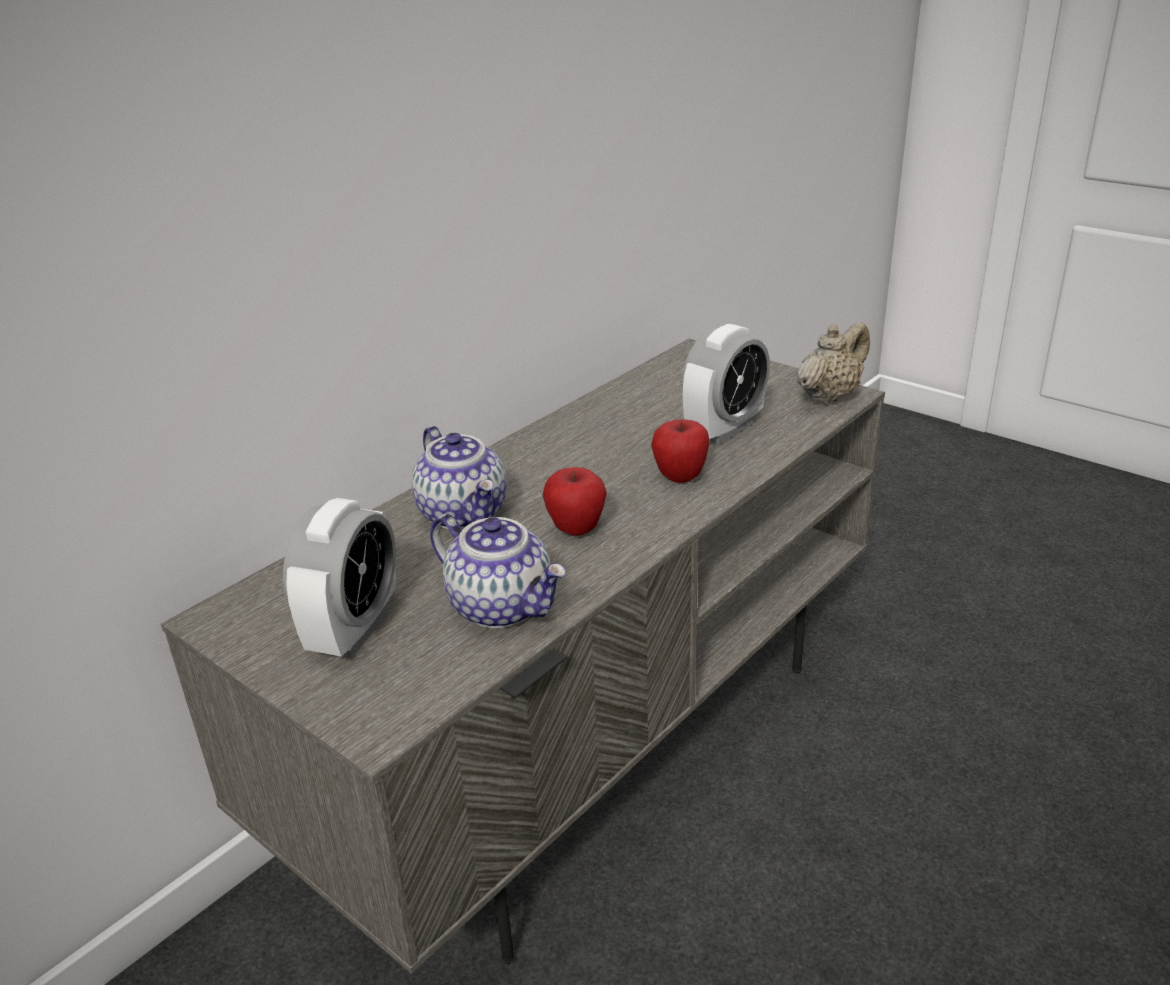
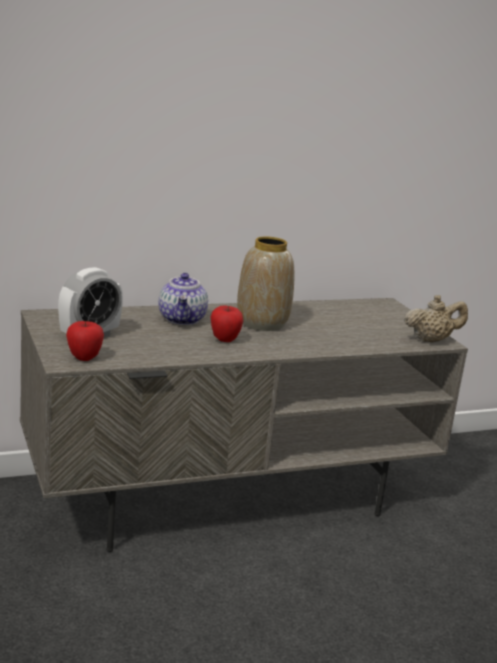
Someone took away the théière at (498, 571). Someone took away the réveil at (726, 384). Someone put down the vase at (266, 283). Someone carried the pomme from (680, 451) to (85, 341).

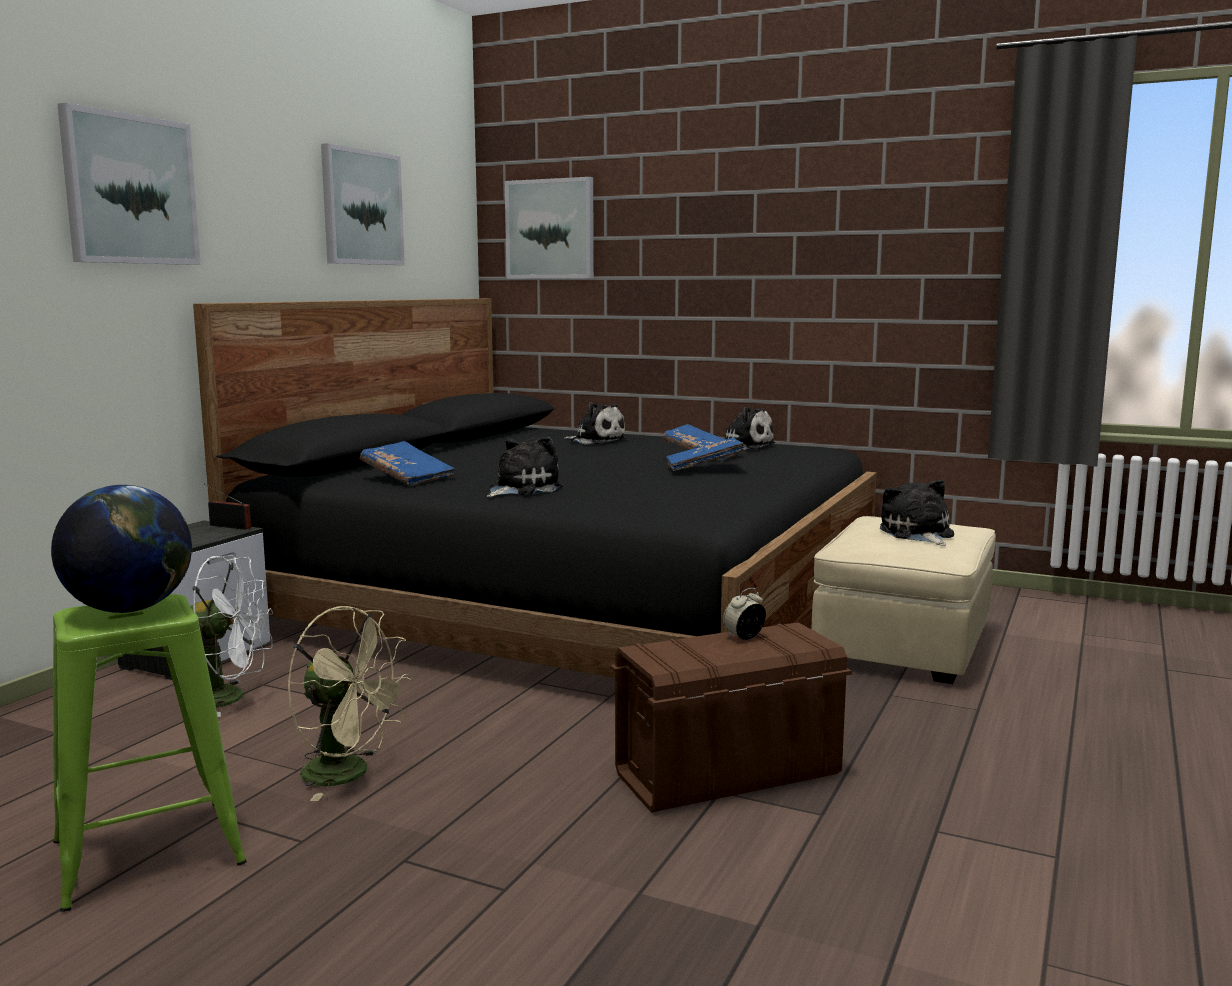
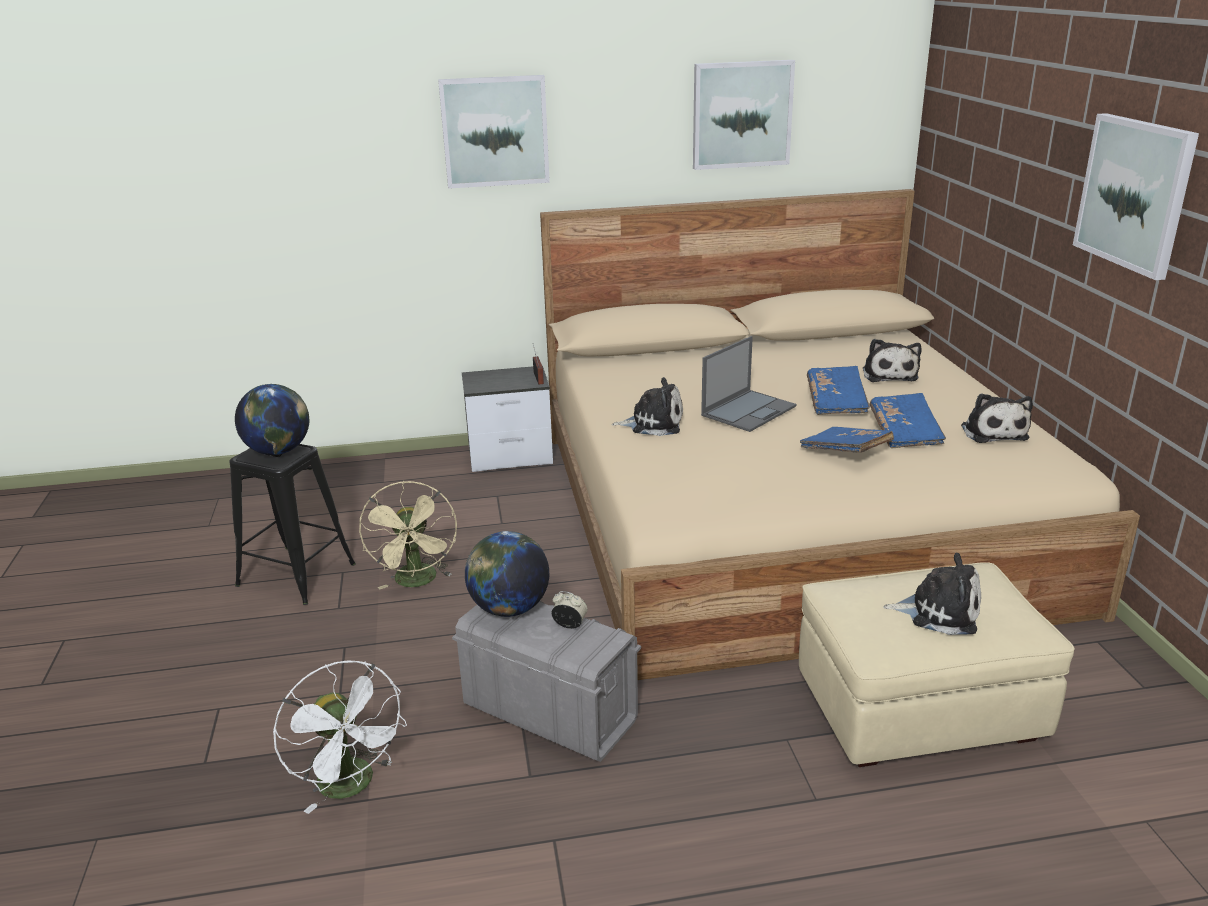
Someone put down the globe at (507, 574). Someone put down the ordinateur portable at (749, 384). Someone carried the ventilateur [blanc] from (231, 636) to (340, 737). Someone carried the livre [bleu] from (407, 463) to (838, 390). Someone carried the tableau from (549, 228) to (1136, 196). Someone repainted the tabouret [vert] at (150, 753), which became the tabouret [noir] at (293, 524). Someone repainted the lit [noir] at (535, 488), which became the lit [beige] at (840, 434). Someone repainted the boîte de rangement [marron] at (731, 717), which became the boîte de rangement [gris] at (546, 681). Someone rotated the peluche at (917, 512) by 60 degrees clockwise.

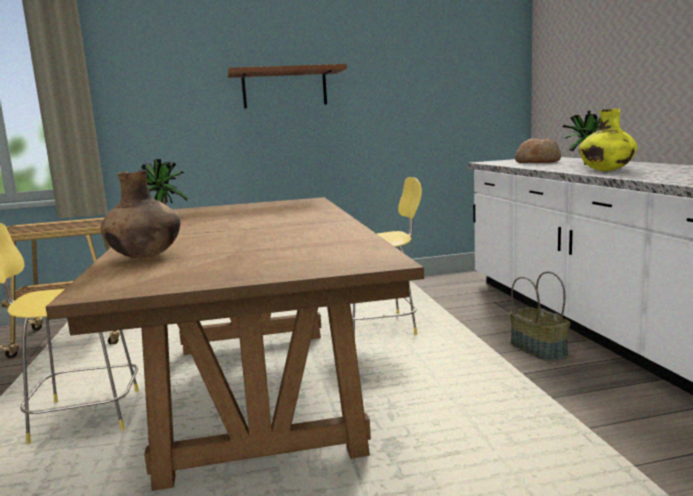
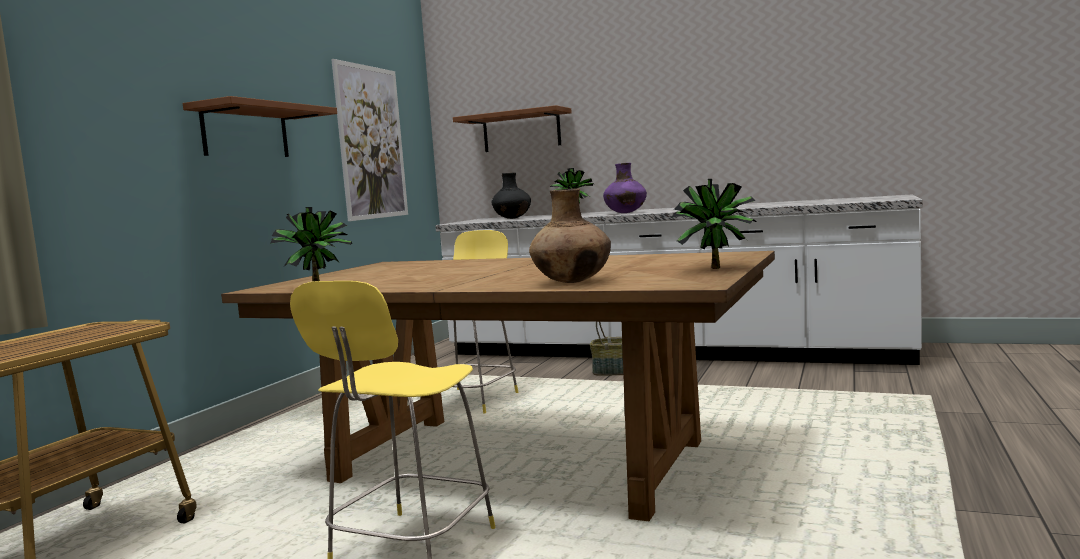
Someone put up the tableau at (369, 140). Someone put up the étagère [marron] at (512, 128). Someone put down the plante en pot at (713, 224). Someone swapped the pain at (538, 150) for the vase [noir] at (511, 196). Someone repainted the vase [jaune] at (608, 140), which became the vase [violet] at (625, 188).

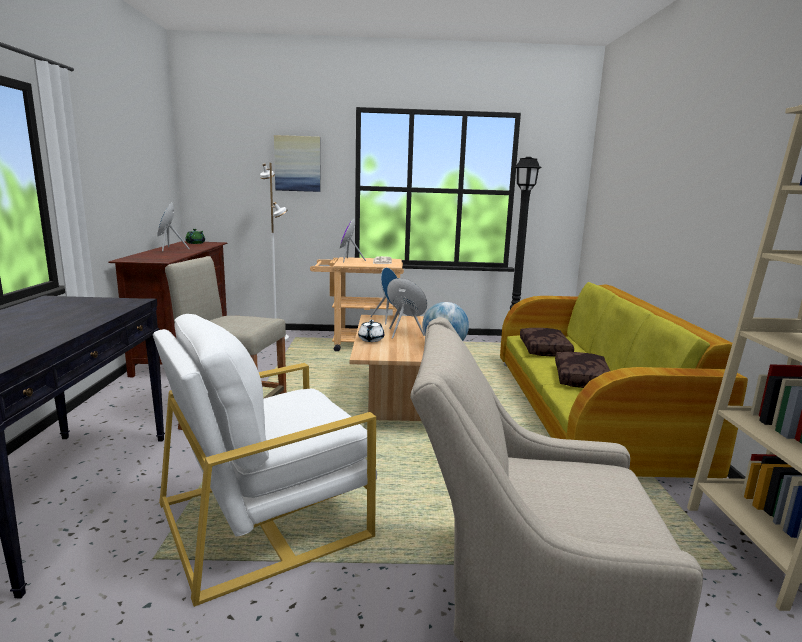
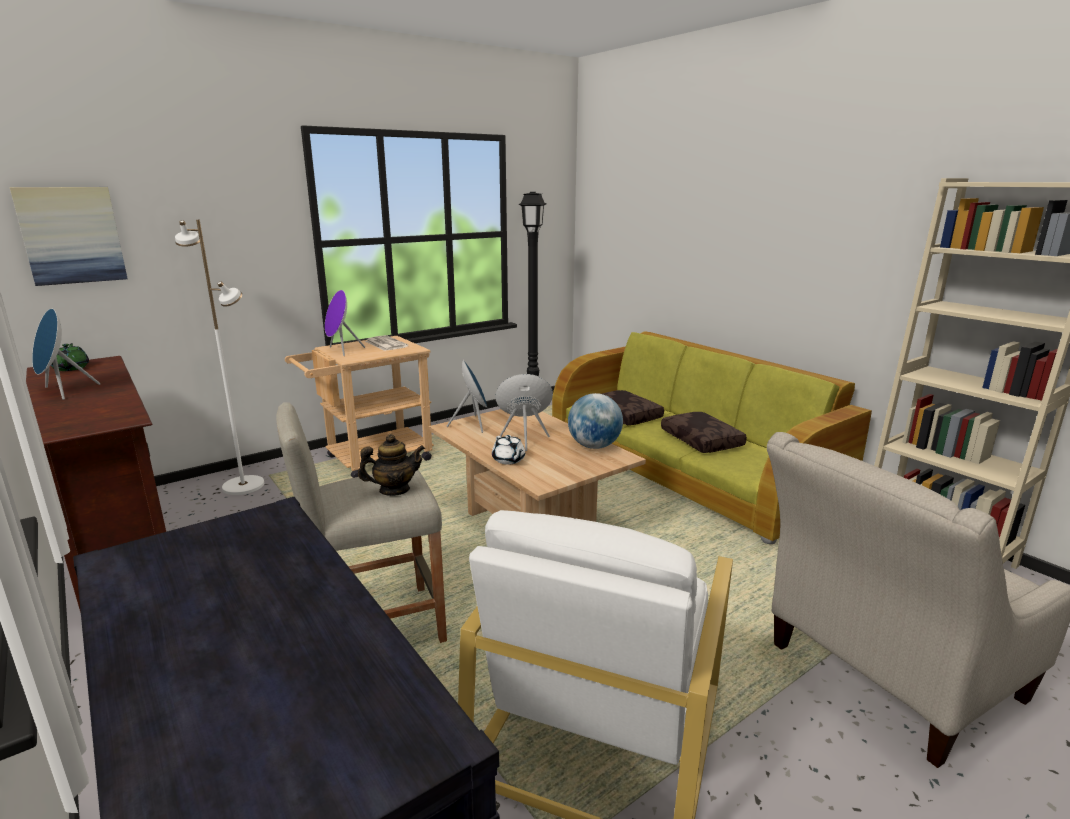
Someone put down the théière at (391, 465). Someone carried the tableau from (297, 163) to (69, 236).

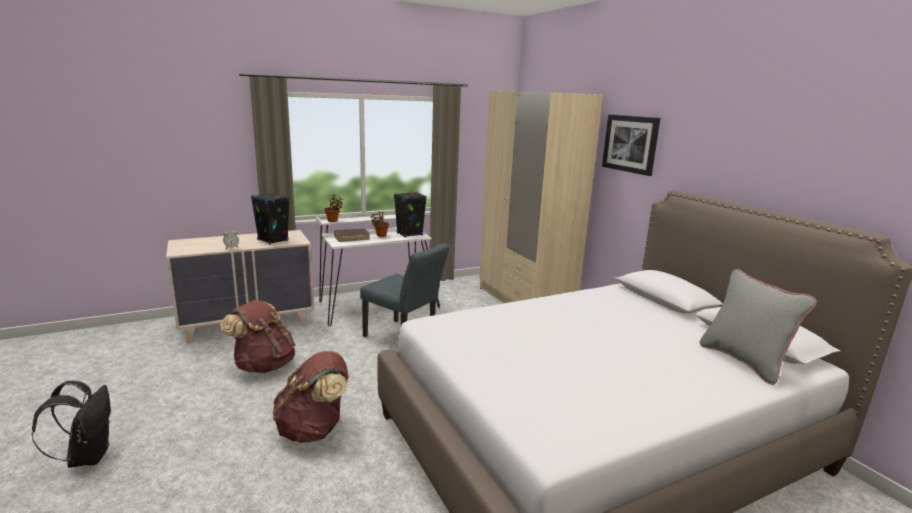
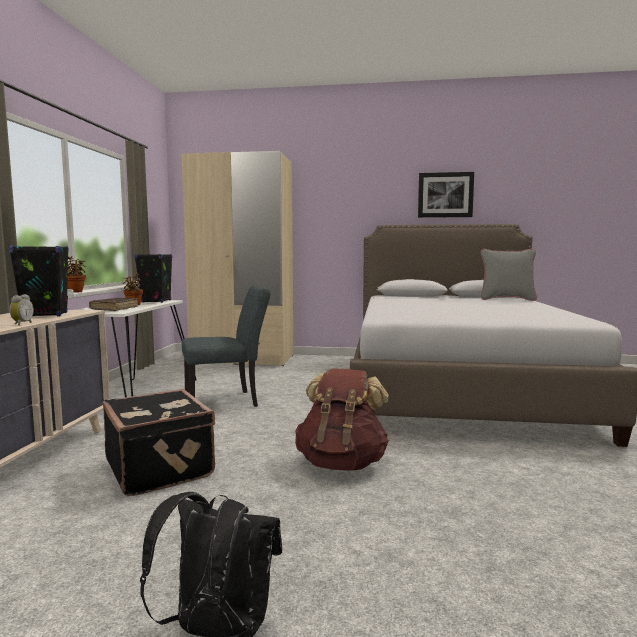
Someone carried the tableau from (631, 145) to (446, 195). Someone swapped the sac à dos [marron] at (257, 336) for the valise [noir] at (159, 442).

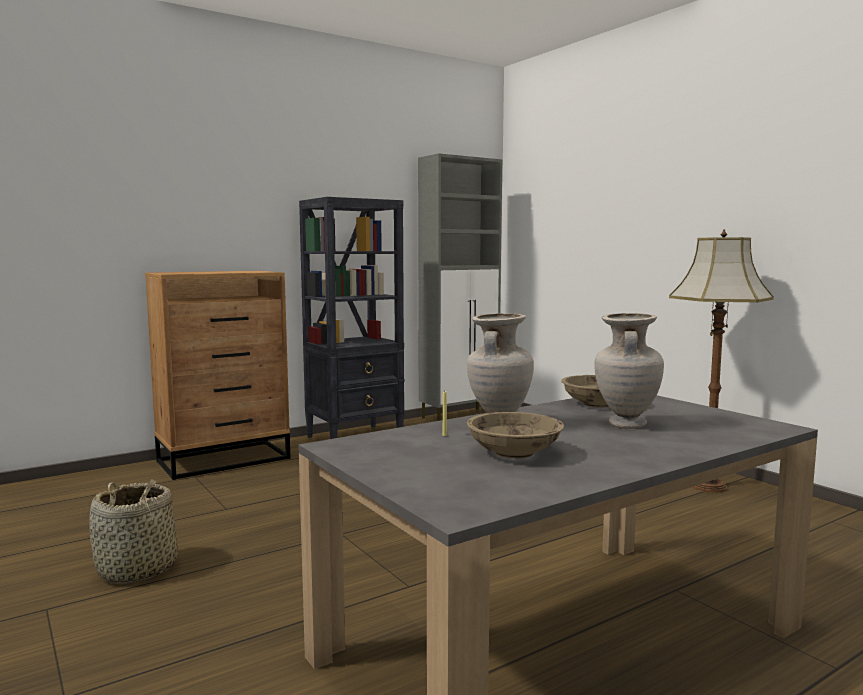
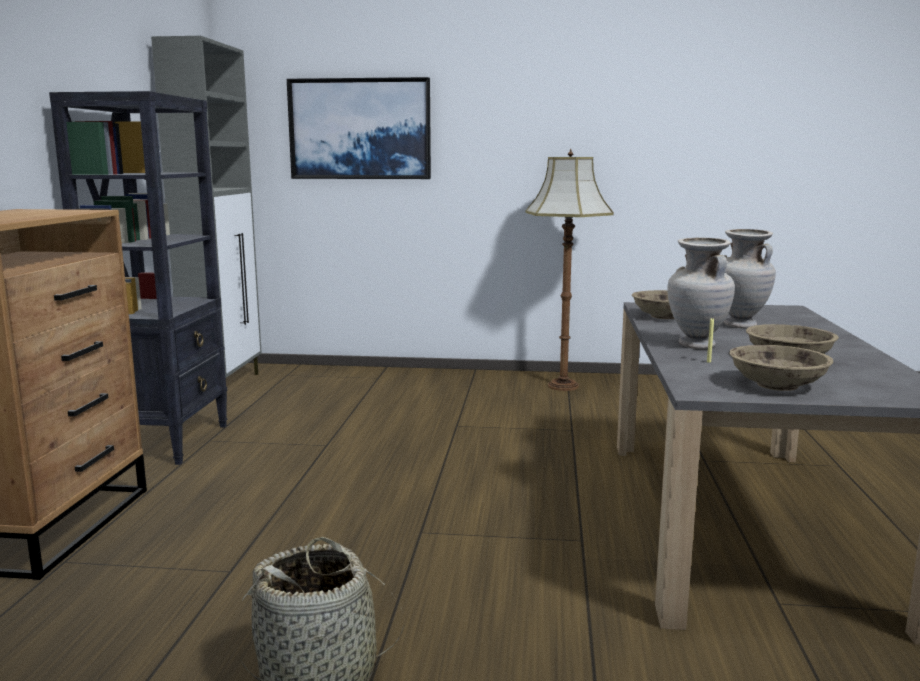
Someone put up the tableau at (359, 128). Someone put down the bol [beige] at (781, 368).

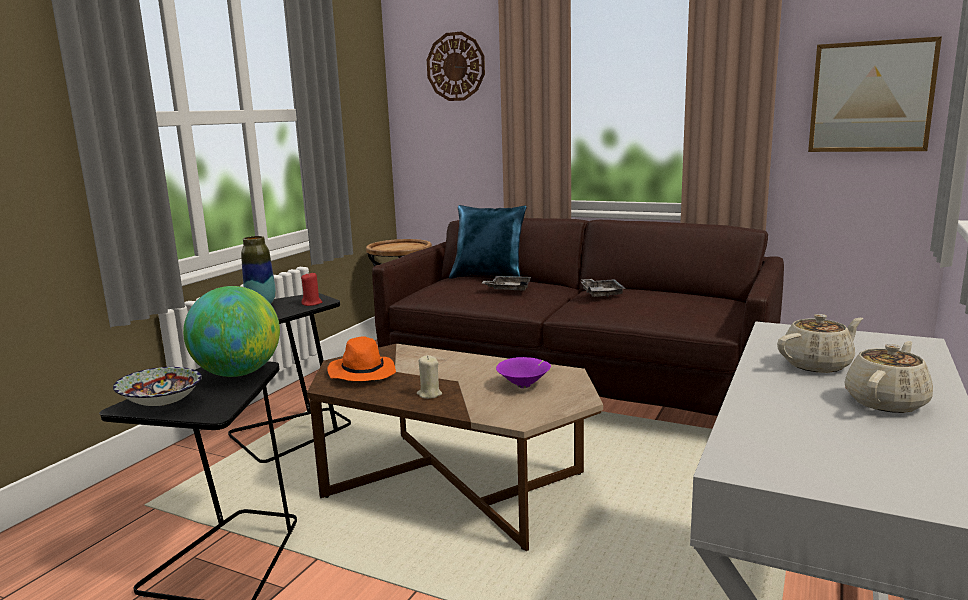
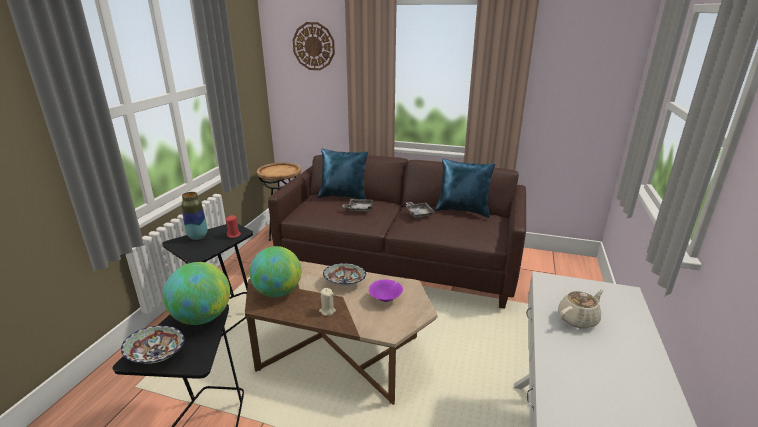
Someone took away the tableau at (875, 94). Someone took away the théière [beige] at (888, 377). Someone put down the bol at (344, 274). Someone put down the coussin [bleu] at (465, 188). Someone swapped the chapeau [orange] at (361, 358) for the globe at (275, 271).

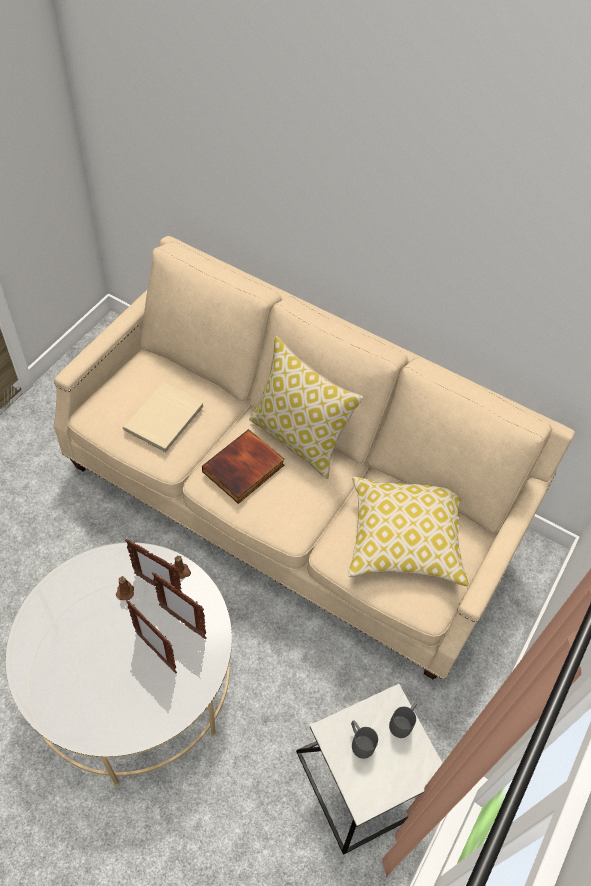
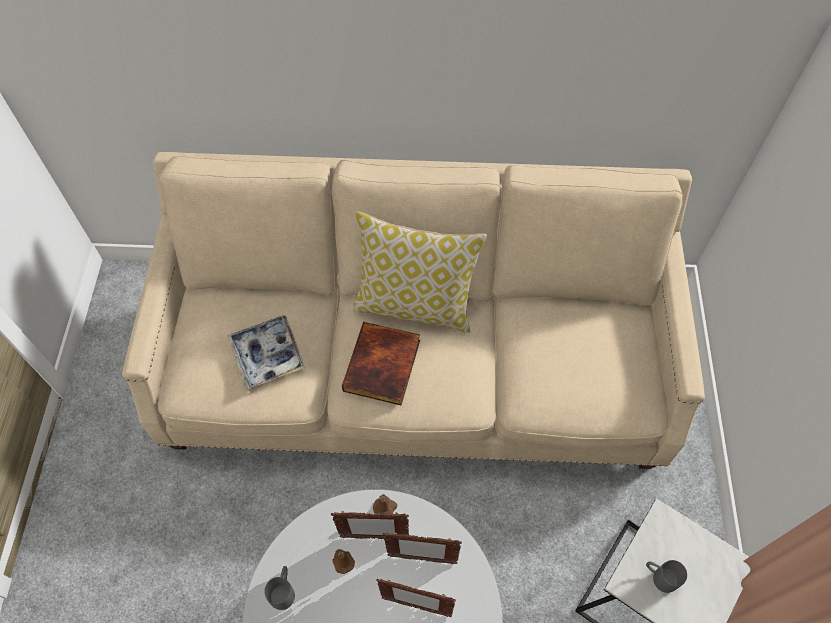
Someone took away the coussin at (408, 531). Someone carried the mug [gris] from (403, 720) to (279, 588). Someone swapped the livre [beige] at (163, 417) for the plateau at (267, 352).

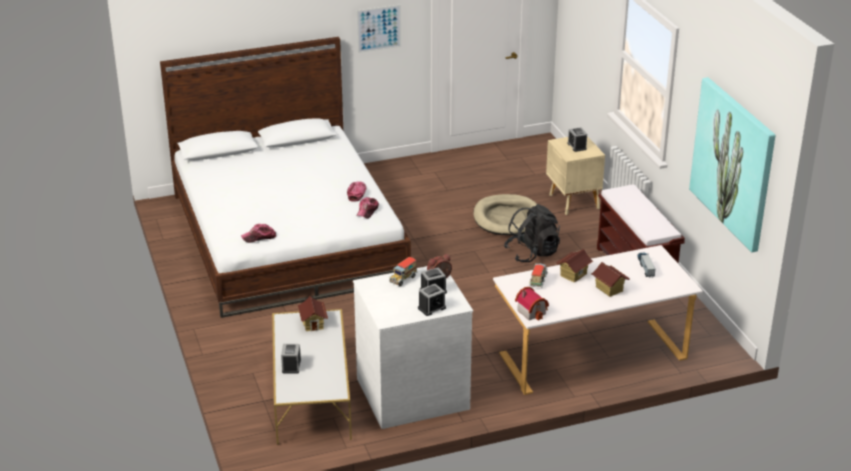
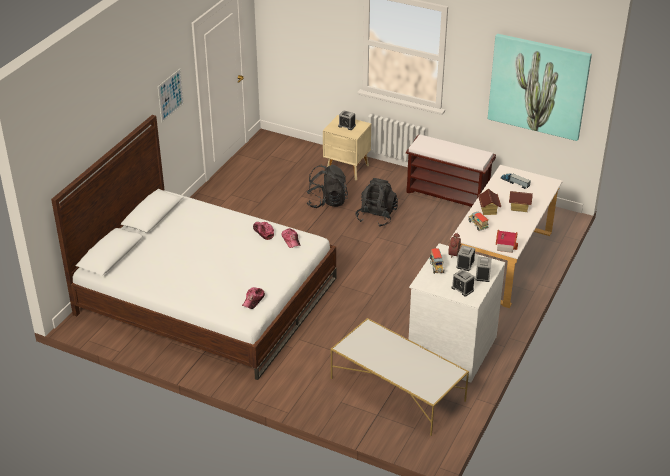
Someone took away the maison miniature at (313, 313). Someone carried the réveil from (291, 359) to (463, 282). Someone swapped the panier pour chien [beige] at (505, 214) for the sac à dos [noir] at (327, 186).

